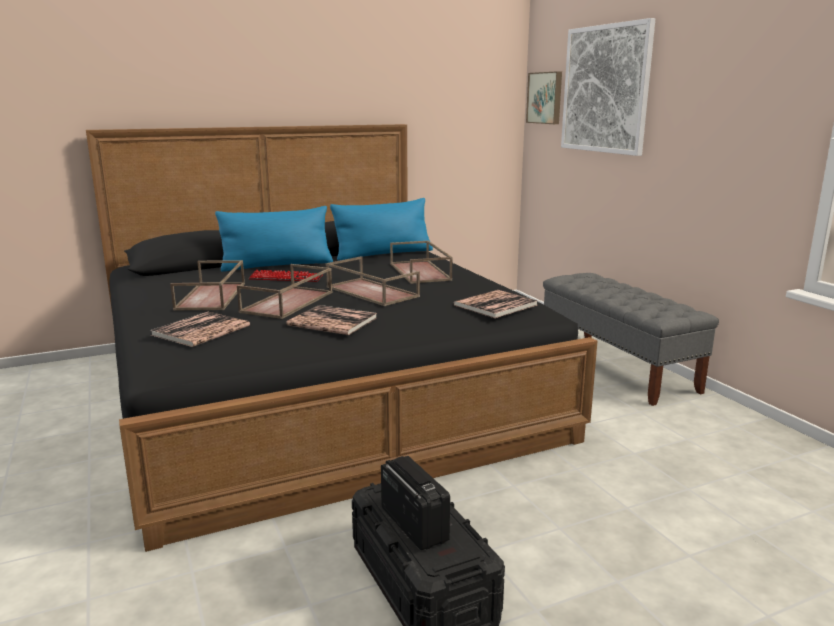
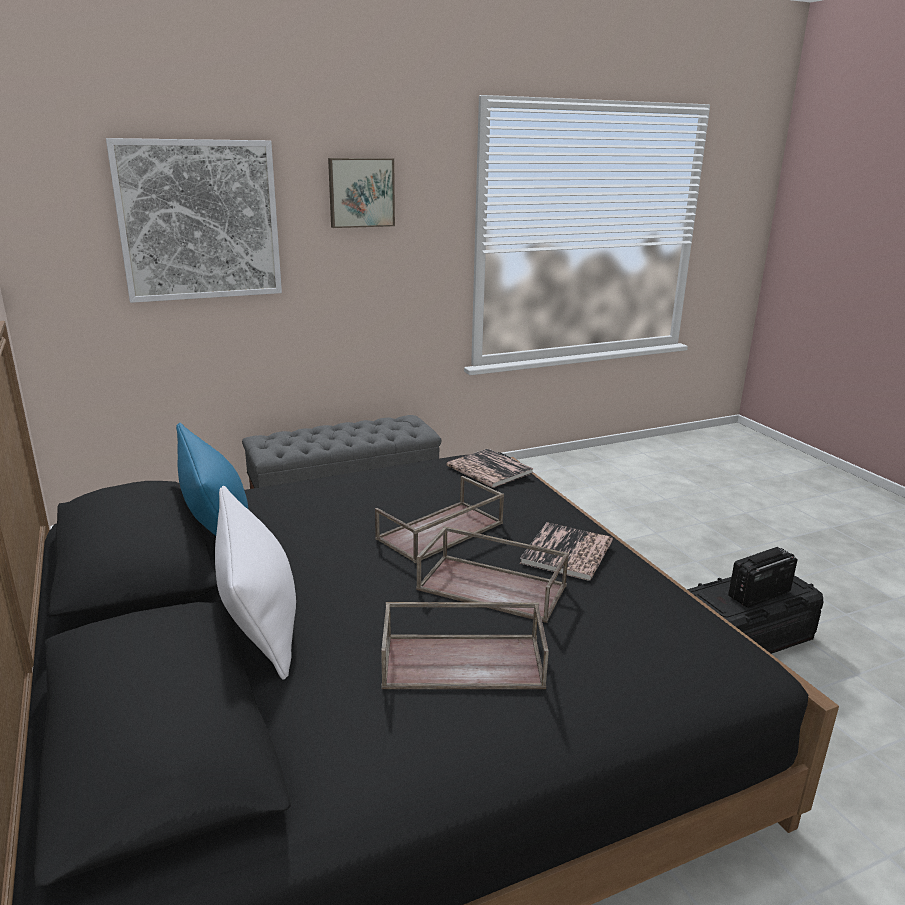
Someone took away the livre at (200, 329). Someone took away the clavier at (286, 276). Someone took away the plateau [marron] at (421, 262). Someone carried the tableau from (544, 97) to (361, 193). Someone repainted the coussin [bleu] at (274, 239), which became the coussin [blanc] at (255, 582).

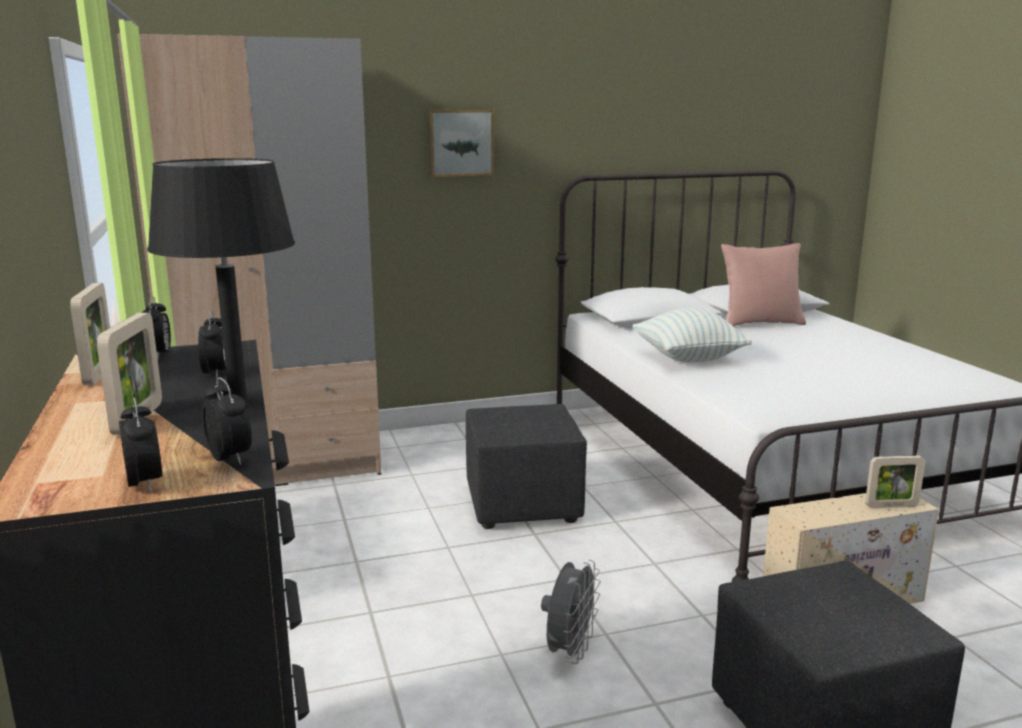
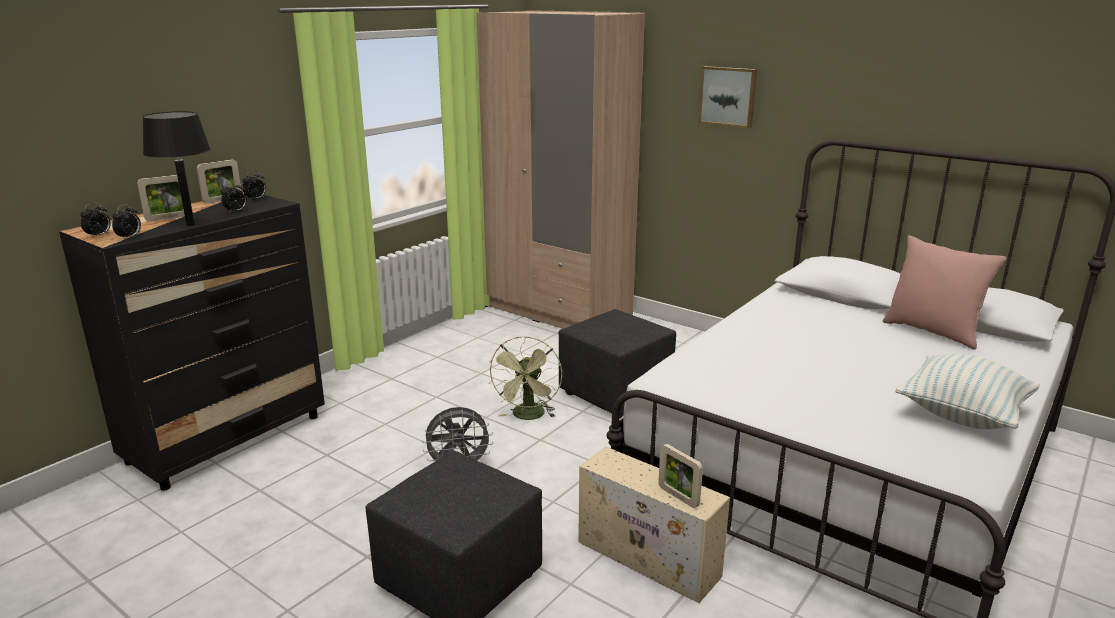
Someone put down the ventilateur [vert] at (525, 378). Someone carried the coussin from (692, 335) to (968, 391).

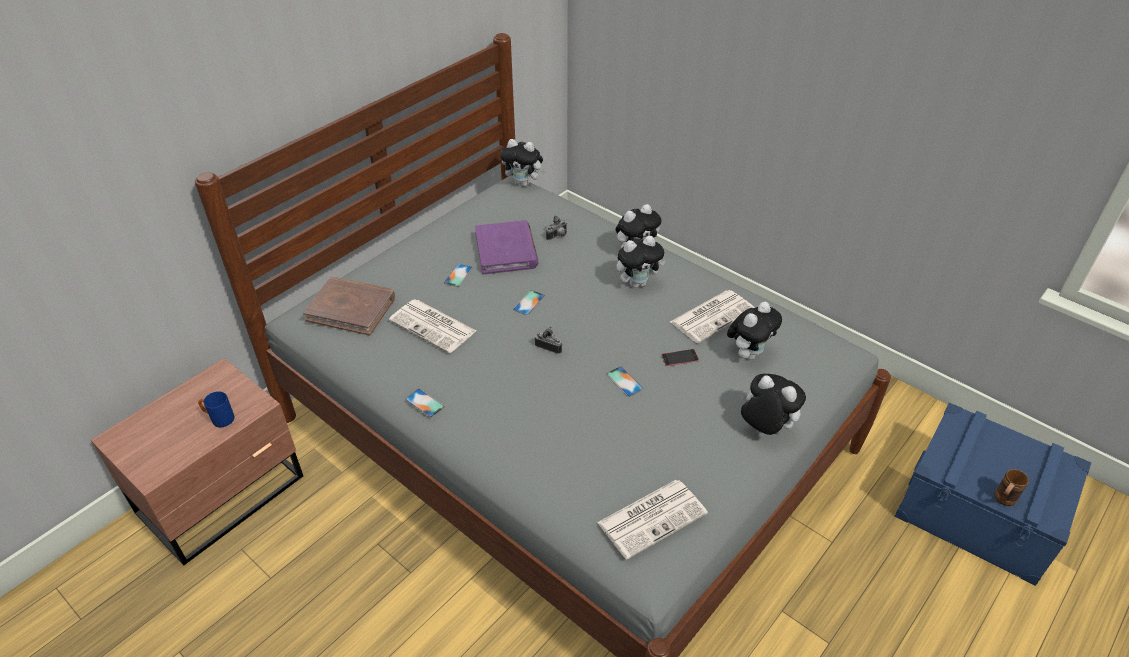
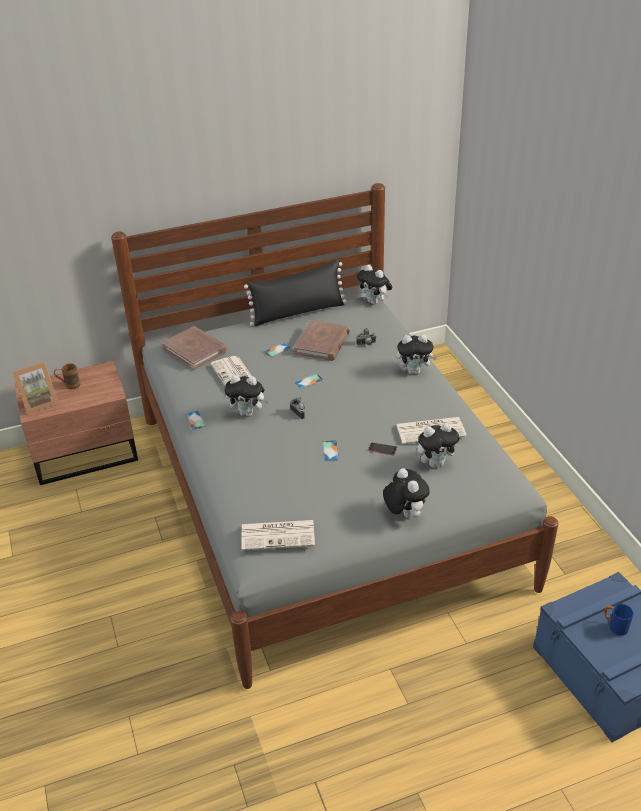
Someone put down the cadre photo at (35, 388). Someone put down the coussin [noir] at (295, 292). Someone carried the mug [bleu] from (216, 409) to (619, 620). Someone carried the peluche from (641, 262) to (246, 396). Someone carried the mug [marron] from (1011, 487) to (67, 376). Someone repainted the livre [violet] at (506, 247), which became the livre [marron] at (321, 340).

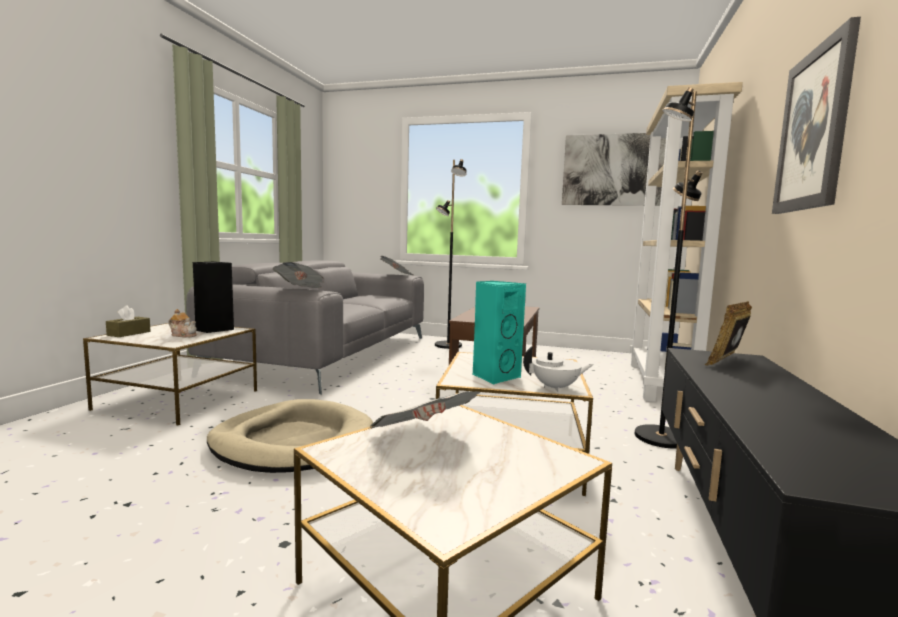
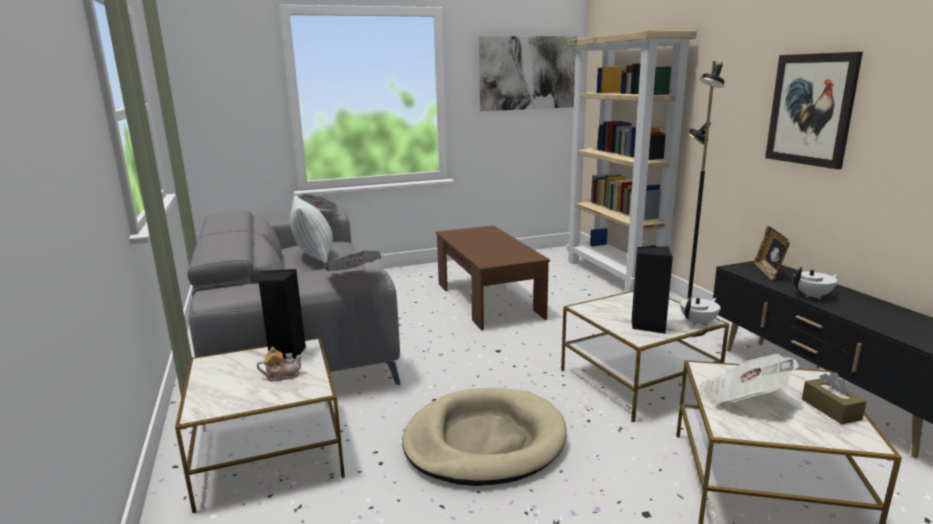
Someone took away the lampadaire [noir] at (451, 254). Someone put down the coussin at (311, 229). Someone put down the théière [blanc] at (816, 283). Someone carried the boîte à mouchoirs [marron] from (128, 321) to (834, 398). Someone repainted the enceinte [turquoise] at (499, 333), which became the enceinte [noir] at (652, 290).

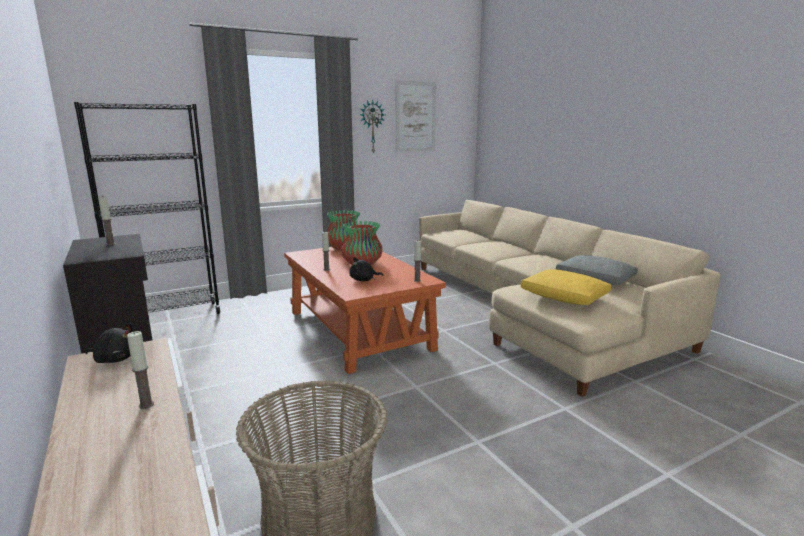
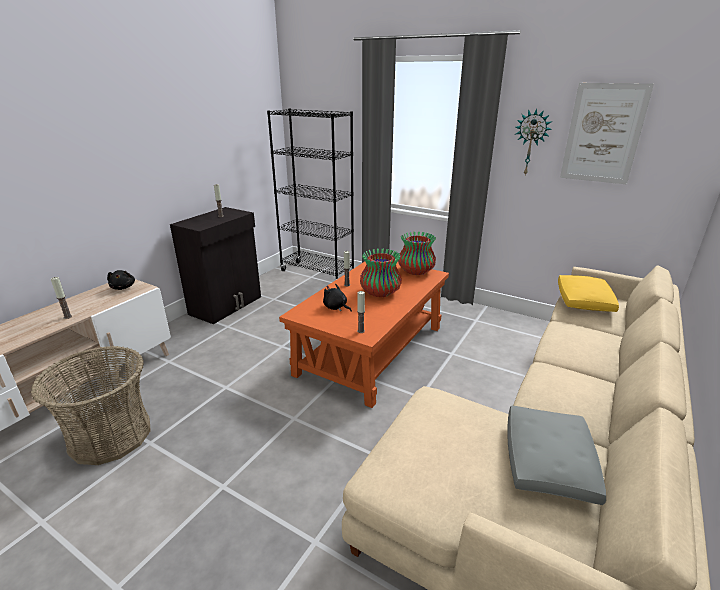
Someone carried the coussin [jaune] from (566, 287) to (588, 293).

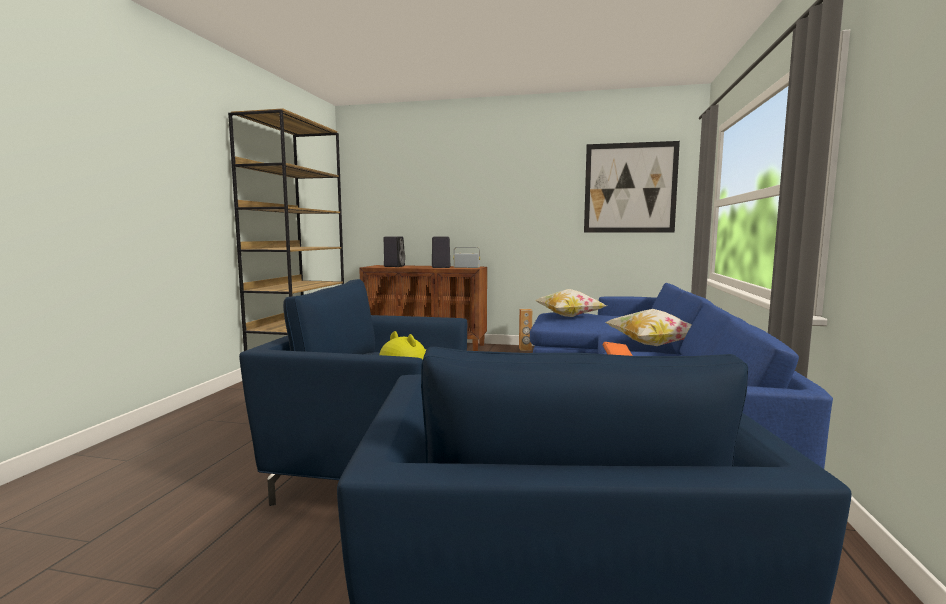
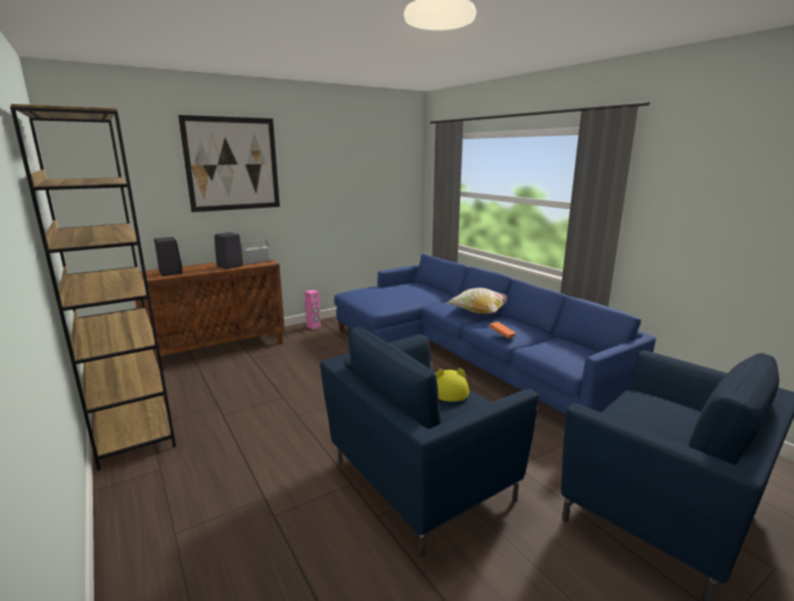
Someone took away the coussin at (571, 303). Someone carried the tableau from (632, 187) to (229, 163). Someone repainted the enceinte [marron] at (525, 330), which became the enceinte [rose] at (312, 309).

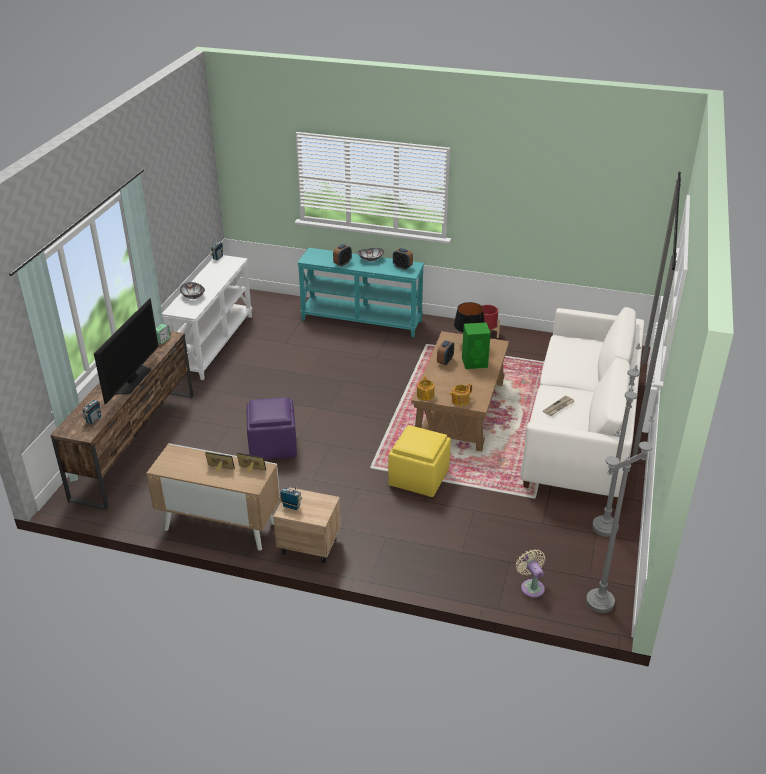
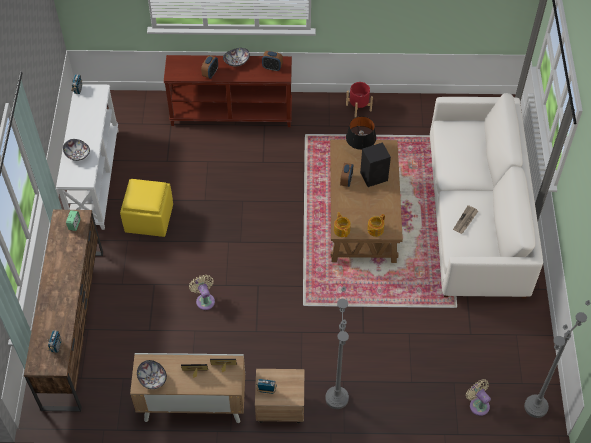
Someone took away the téléviseur at (126, 351). Someone put down the bol at (152, 374). Someone carried the pouf [jaune] from (419, 461) to (146, 208). Someone carried the lampadaire [gris] from (616, 440) to (337, 347). Someone swapped the pouf [violet] at (272, 428) for the ventilateur [beige] at (202, 292). Someone repainted the table console [turquoise] at (360, 292), which became the table console [marron] at (228, 91). Someone repainted the enceinte [vert] at (476, 345), which became the enceinte [noir] at (375, 164).

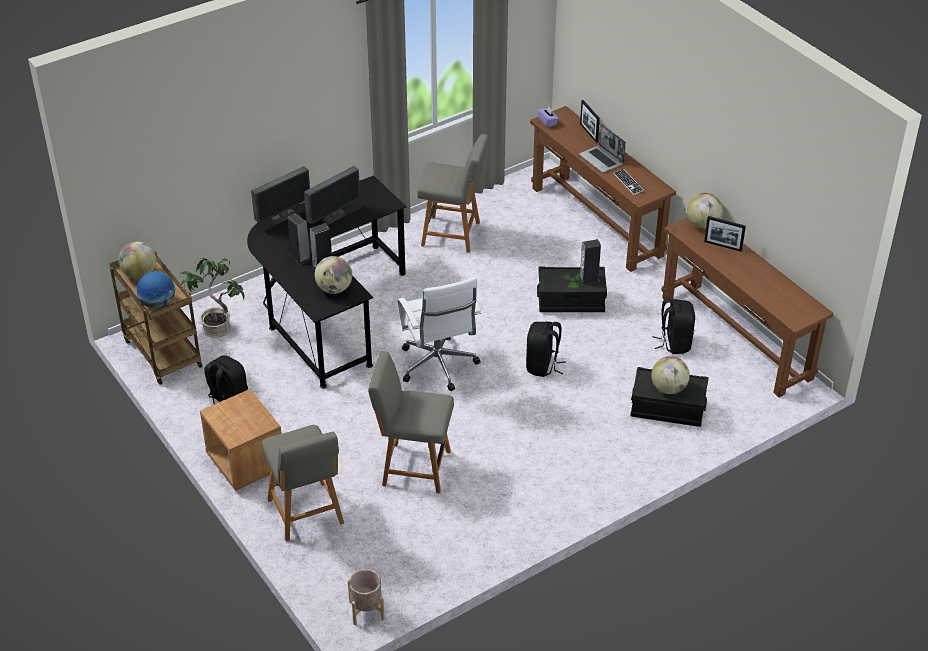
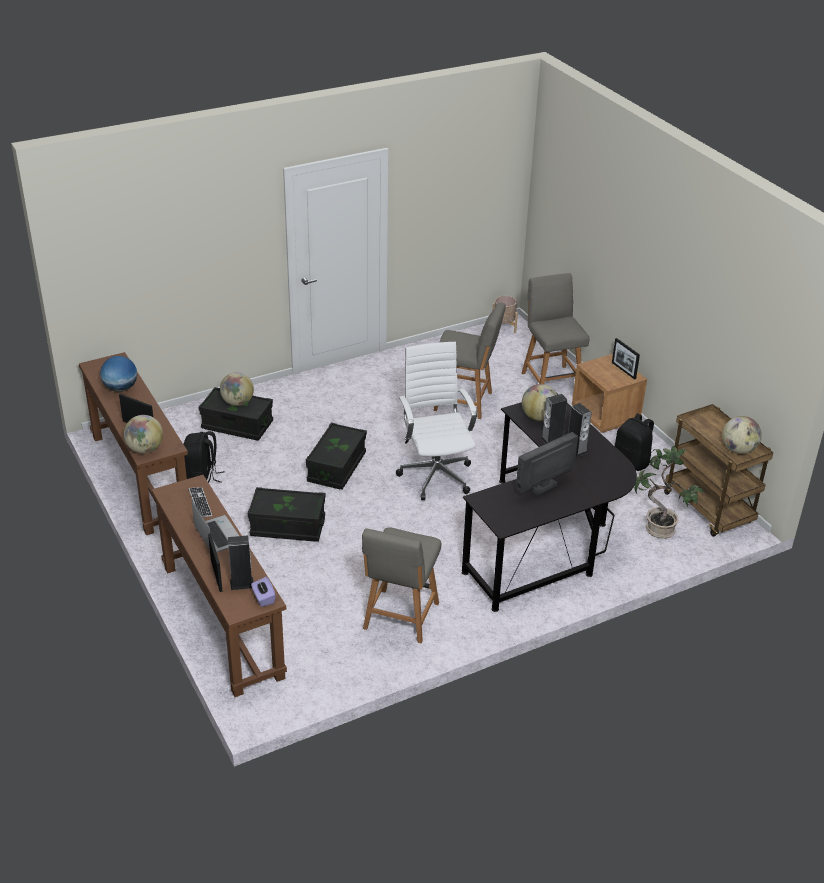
Someone took away the écran d'ordinateur at (280, 195). Someone put down the cadre photo at (626, 359). Someone carried the globe from (156, 290) to (118, 374). Someone carried the enceinte from (590, 262) to (240, 562). Someone swapped the sac à dos [noir] at (546, 349) for the boîte de rangement [noir] at (336, 456). Someone rotated the chaise [gris] at (452, 193) by 90 degrees counterclockwise.

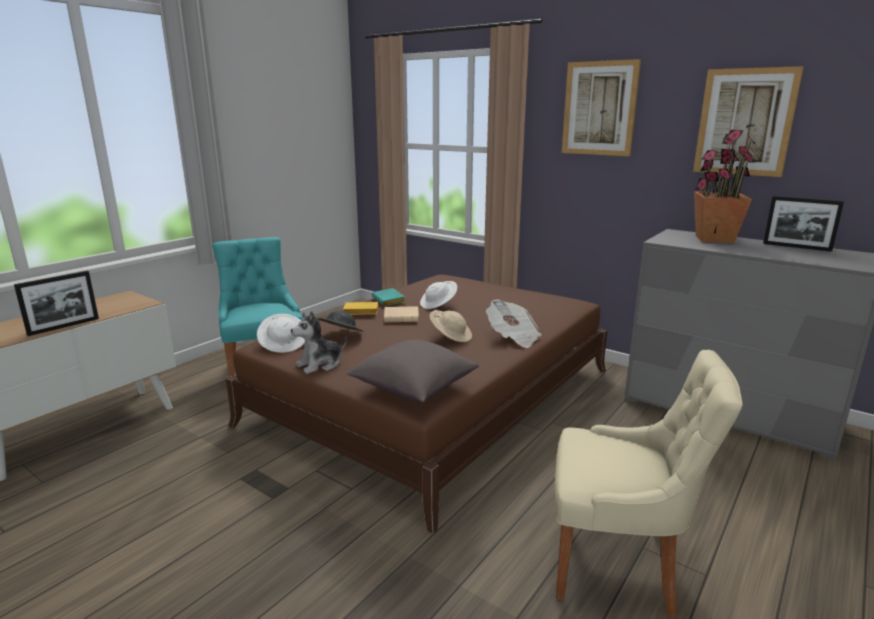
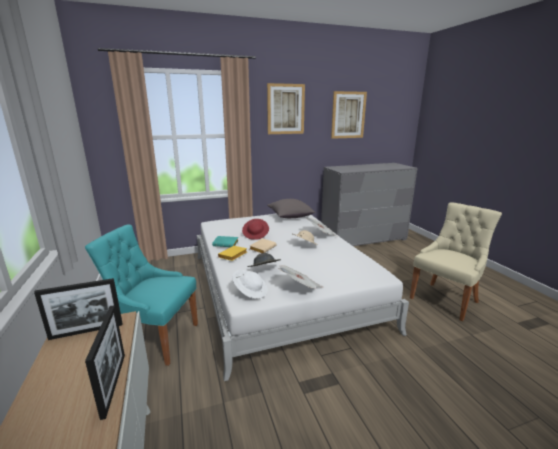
Someone took away the plante en pot at (724, 186). Someone carried the coussin [gris] from (412, 371) to (291, 208). Someone carried the cadre photo from (803, 224) to (78, 309). Someone swapped the peluche at (319, 342) for the journal at (300, 277). Someone repainted the lit [marron] at (416, 404), which became the lit [blanc] at (303, 297). Someone repainted the chapeau [blanc] at (438, 295), which became the chapeau [rouge] at (255, 229).

